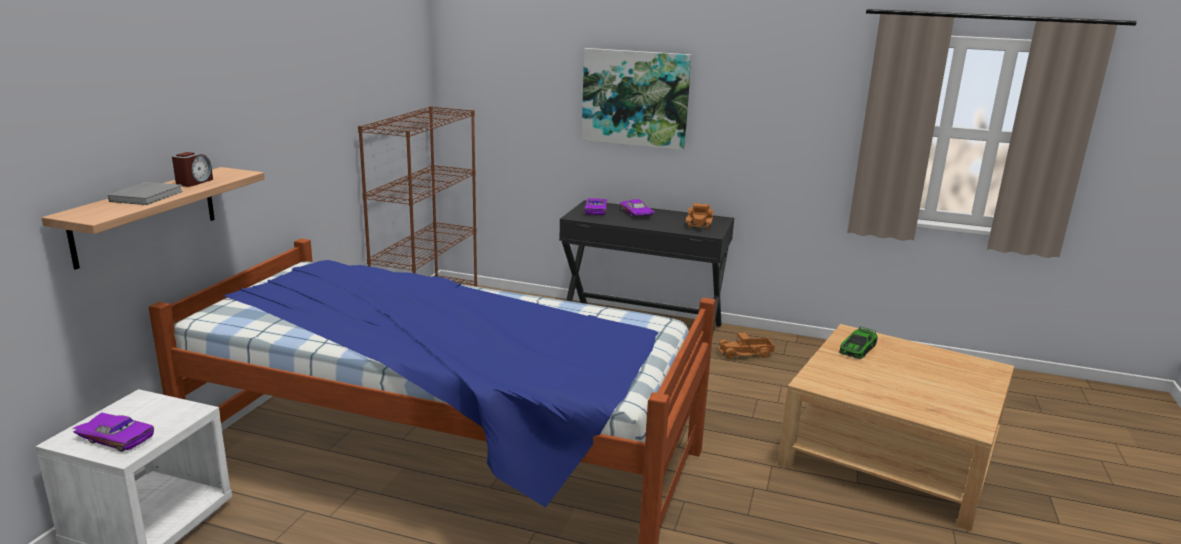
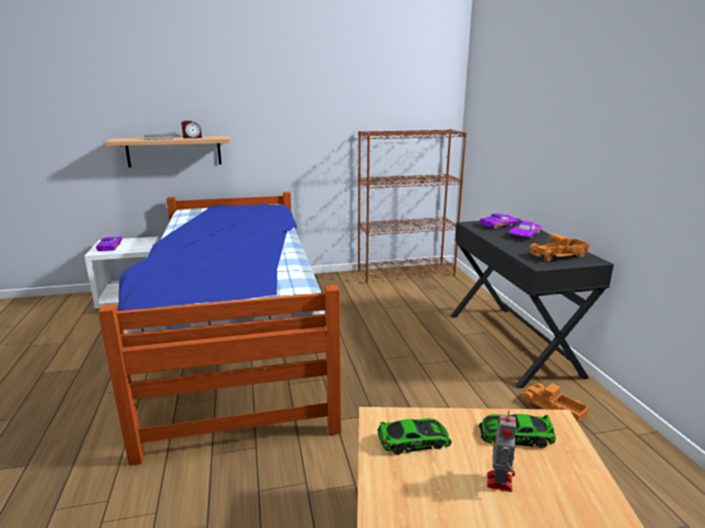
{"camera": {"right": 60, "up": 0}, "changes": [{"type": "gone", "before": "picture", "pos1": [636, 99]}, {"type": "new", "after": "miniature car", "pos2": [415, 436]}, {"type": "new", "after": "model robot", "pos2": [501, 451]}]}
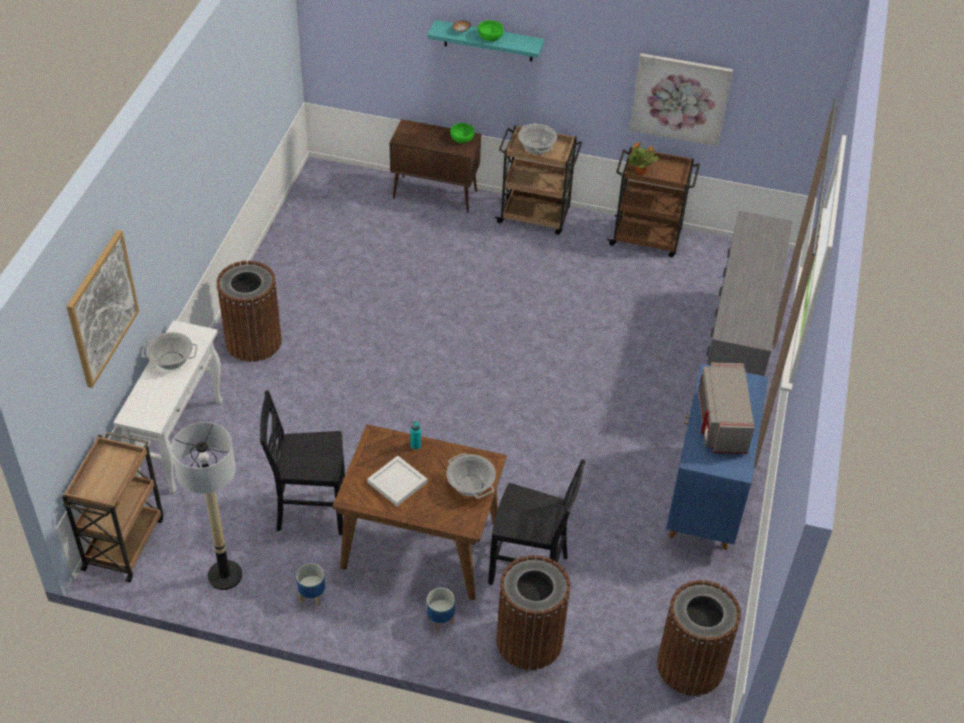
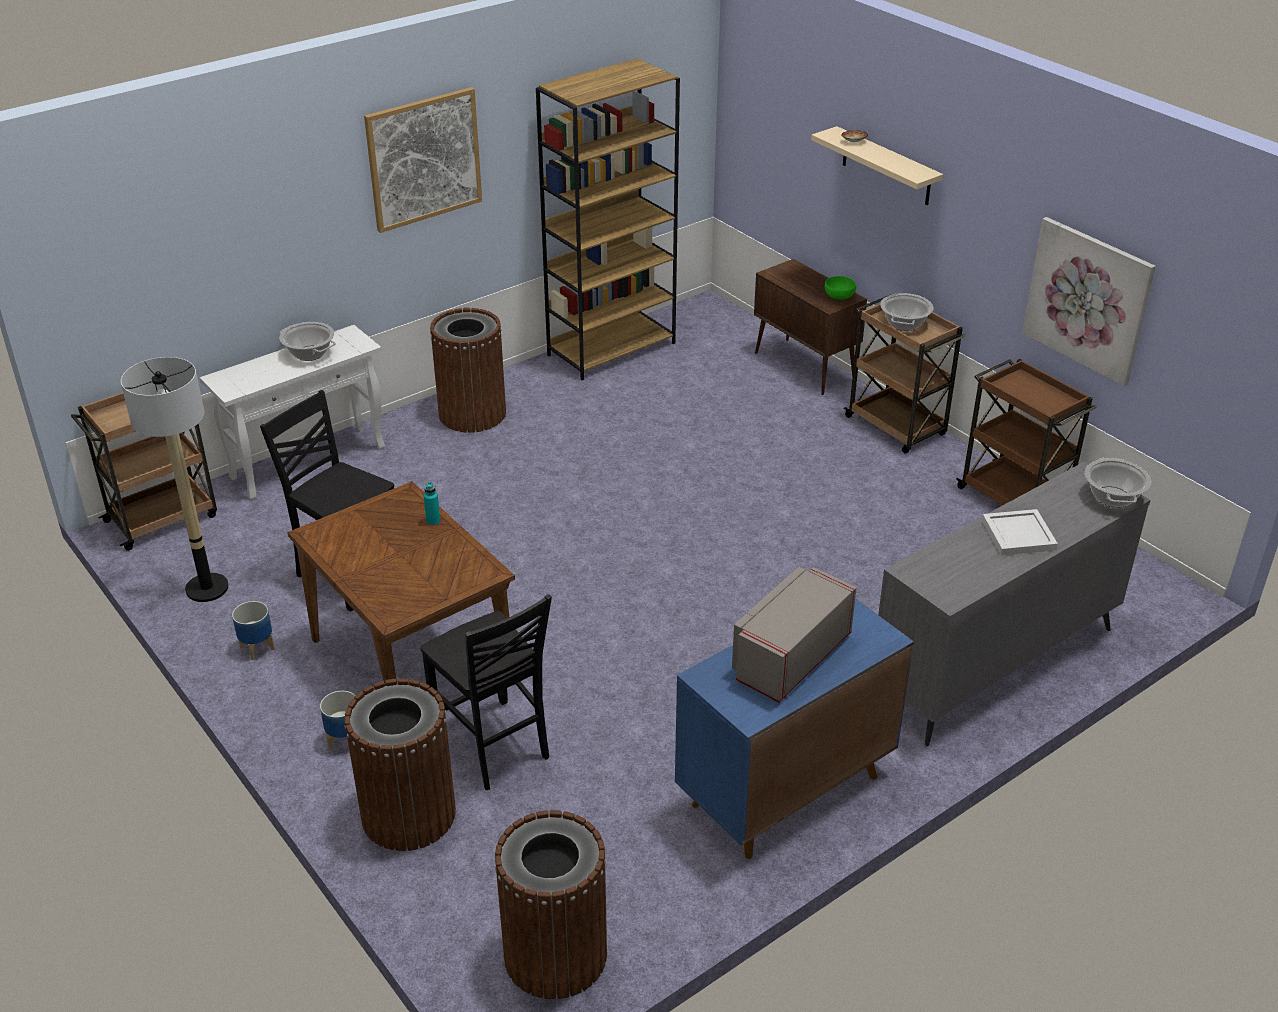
{"camera": {"right": 40, "up": -10}, "changes": [{"type": "gone", "before": "serving bowl (green)", "pos1": [491, 30]}, {"type": "gone", "before": "potted plant", "pos1": [643, 159]}, {"type": "new", "after": "shelving unit (brown-coloured)", "pos2": [608, 219]}, {"type": "shifted", "before": "picture", "pos1": [102, 309], "pos2": [423, 160]}, {"type": "shifted", "before": "carrying tray (white-coloured)", "pos1": [397, 481], "pos2": [1020, 532]}, {"type": "shifted", "before": "saucepot", "pos1": [471, 475], "pos2": [1118, 482]}, {"type": "repainted", "before": "wall shelf (turquoise-coloured)", "after": "wall shelf (beige)", "pos1": [485, 41], "pos2": [877, 165]}]}
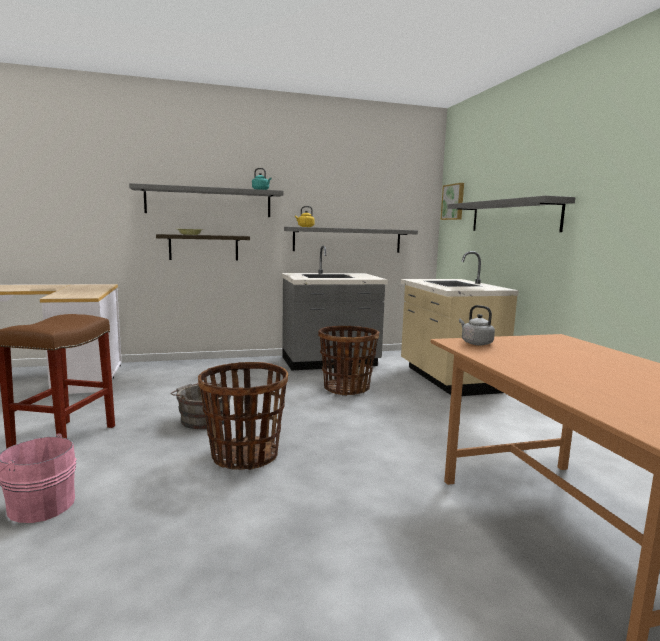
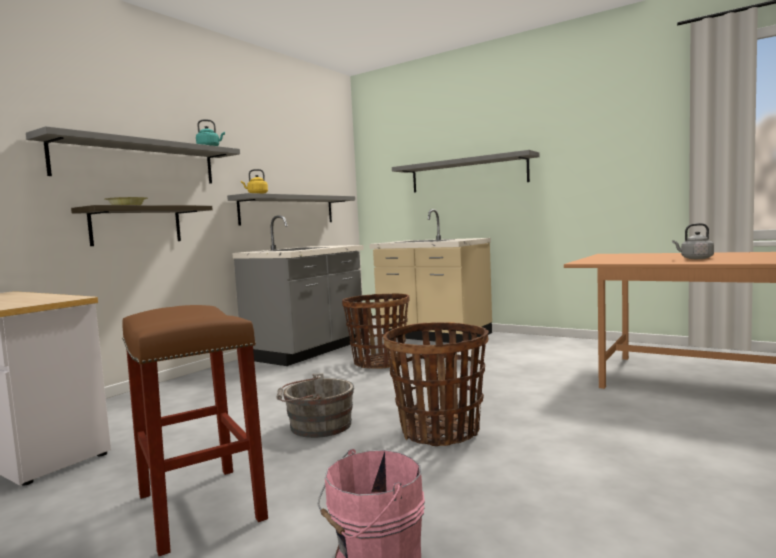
{"camera": {"right": -40, "up": -5}, "changes": [{"type": "gone", "before": "picture", "pos1": [452, 201]}, {"type": "shifted", "before": "water kettle (greyish)", "pos1": [477, 325], "pos2": [693, 241]}]}
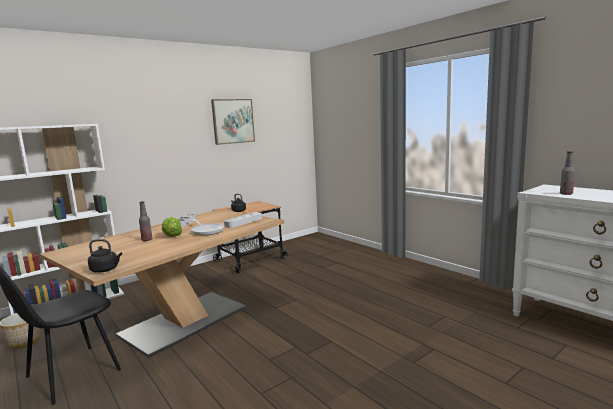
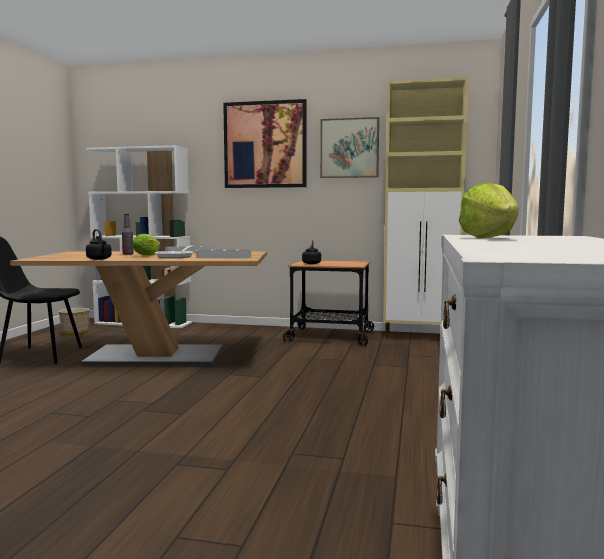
{"camera": {"right": 50, "up": -5}, "changes": [{"type": "new", "after": "picture", "pos2": [265, 143]}, {"type": "new", "after": "storage cabinet (beige)", "pos2": [426, 208]}, {"type": "shifted", "before": "water kettle (black-coloured)", "pos1": [105, 256], "pos2": [99, 244]}, {"type": "swapped", "before": "beverage bottle", "after": "head of lettuce", "pos1": [567, 173], "pos2": [489, 210]}]}
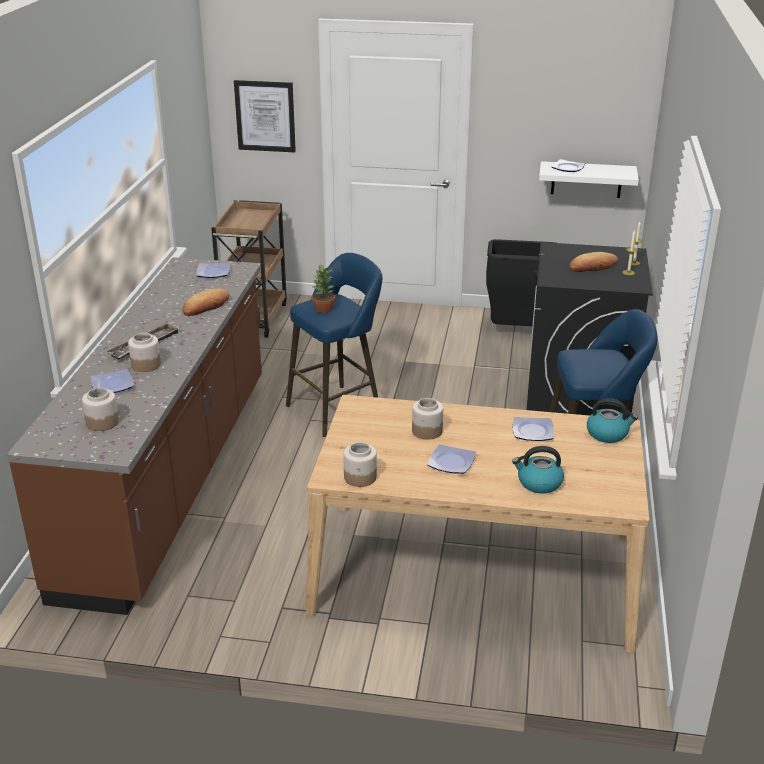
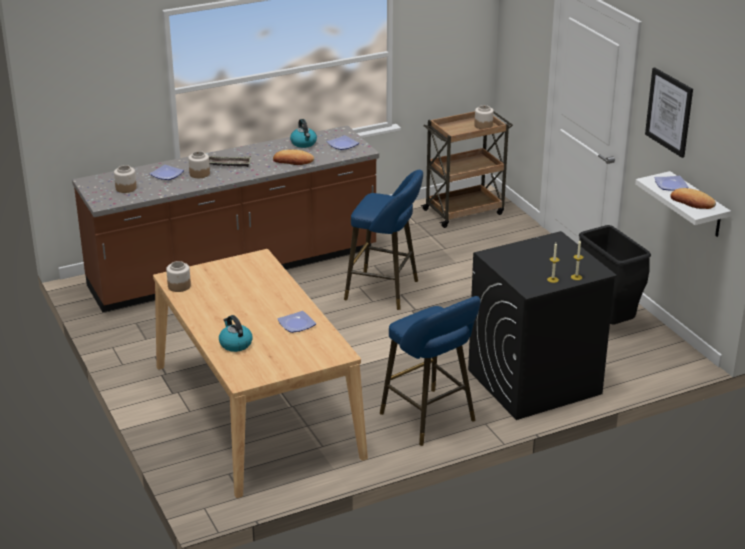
{"camera": {"right": 55, "up": 0}, "changes": [{"type": "gone", "before": "potted plant", "pos1": [323, 288]}, {"type": "gone", "before": "flat dish", "pos1": [451, 459]}, {"type": "shifted", "before": "picture", "pos1": [265, 116], "pos2": [669, 113]}, {"type": "shifted", "before": "storage jar", "pos1": [427, 419], "pos2": [484, 117]}, {"type": "shifted", "before": "baked bread", "pos1": [594, 262], "pos2": [693, 198]}, {"type": "shifted", "before": "water kettle", "pos1": [612, 420], "pos2": [303, 133]}]}
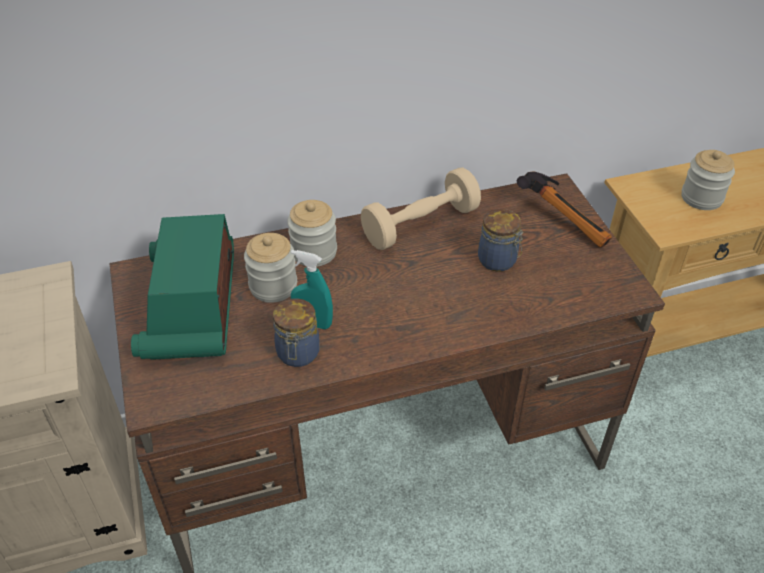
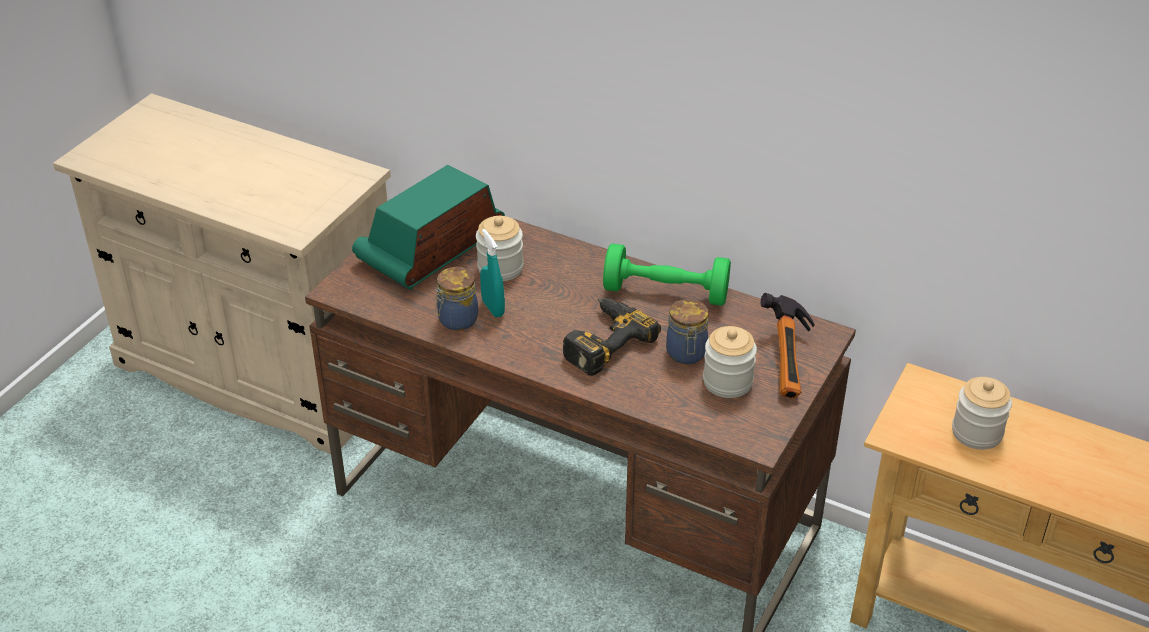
{"camera": {"right": 45, "up": -5}, "changes": [{"type": "new", "after": "power drill", "pos2": [612, 337]}, {"type": "shifted", "before": "storage jar", "pos1": [312, 233], "pos2": [730, 362]}, {"type": "repainted", "before": "hand weight (beige)", "after": "hand weight (green)", "pos1": [421, 209], "pos2": [667, 275]}]}
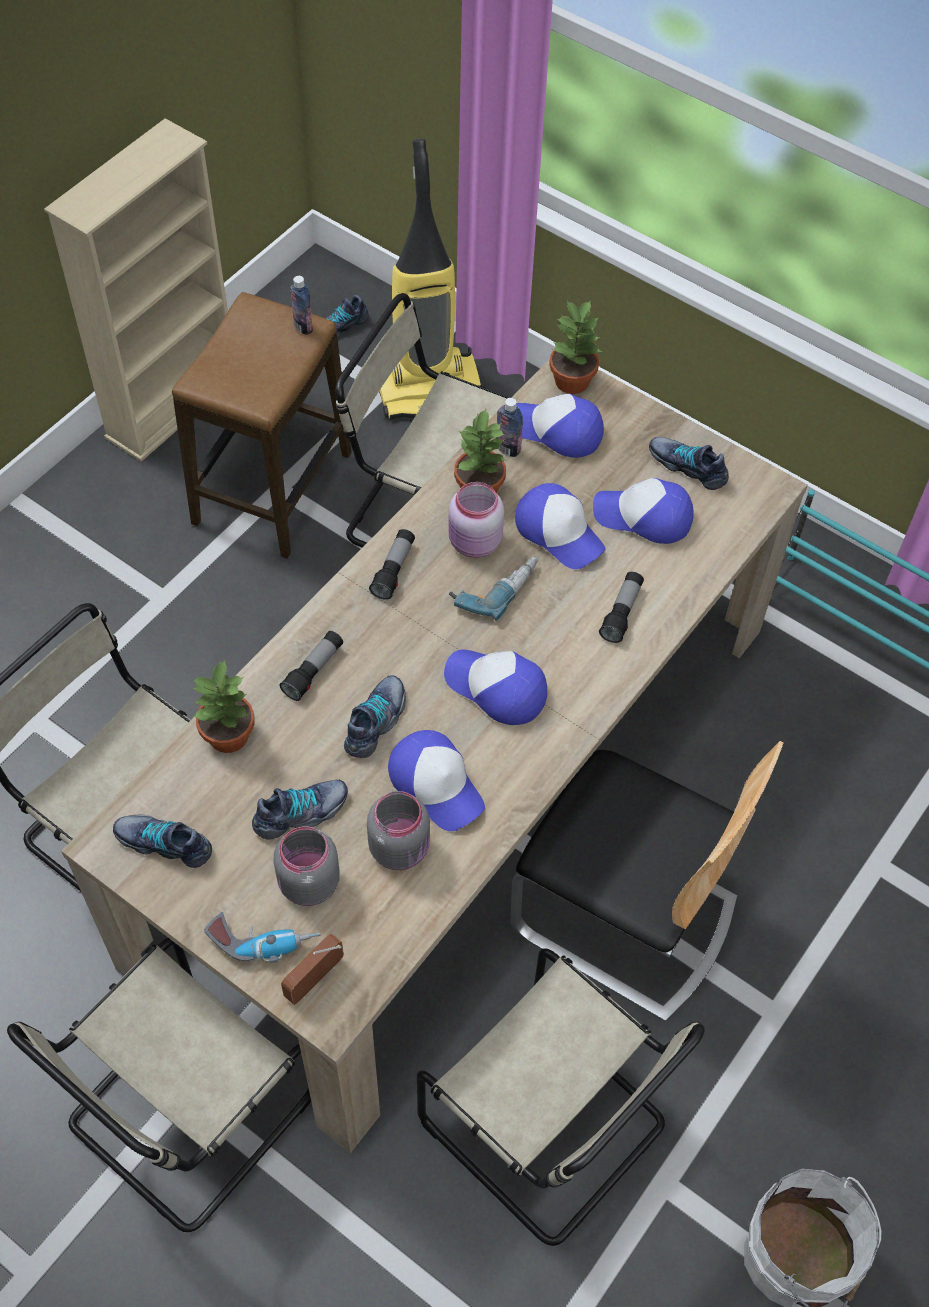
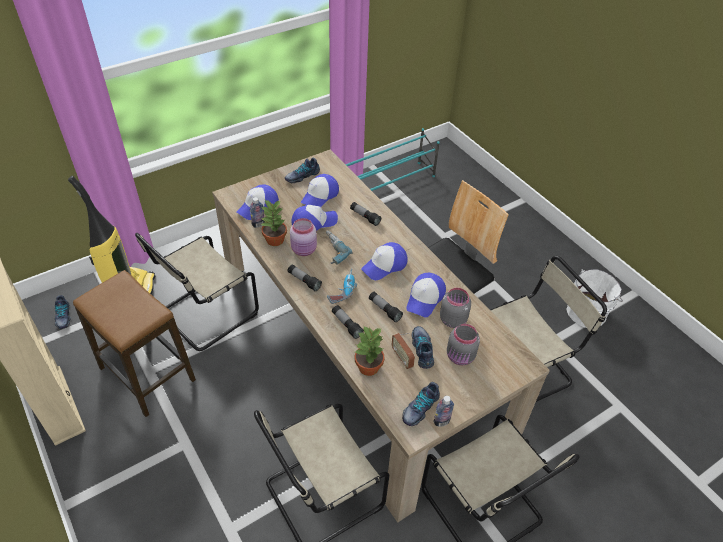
{"camera": {"right": -70, "up": -10}, "changes": [{"type": "gone", "before": "potted plant", "pos1": [575, 347]}, {"type": "shifted", "before": "power drill", "pos1": [262, 937], "pos2": [342, 286]}, {"type": "shifted", "before": "radio set", "pos1": [312, 969], "pos2": [403, 351]}, {"type": "shifted", "before": "beverage bottle", "pos1": [301, 305], "pos2": [443, 411]}, {"type": "swapped", "before": "shoe", "after": "flashlight", "pos1": [375, 716], "pos2": [386, 307]}, {"type": "rotated", "before": "cap", "pos1": [436, 780], "pos2": [426, 295], "turn": 135}]}
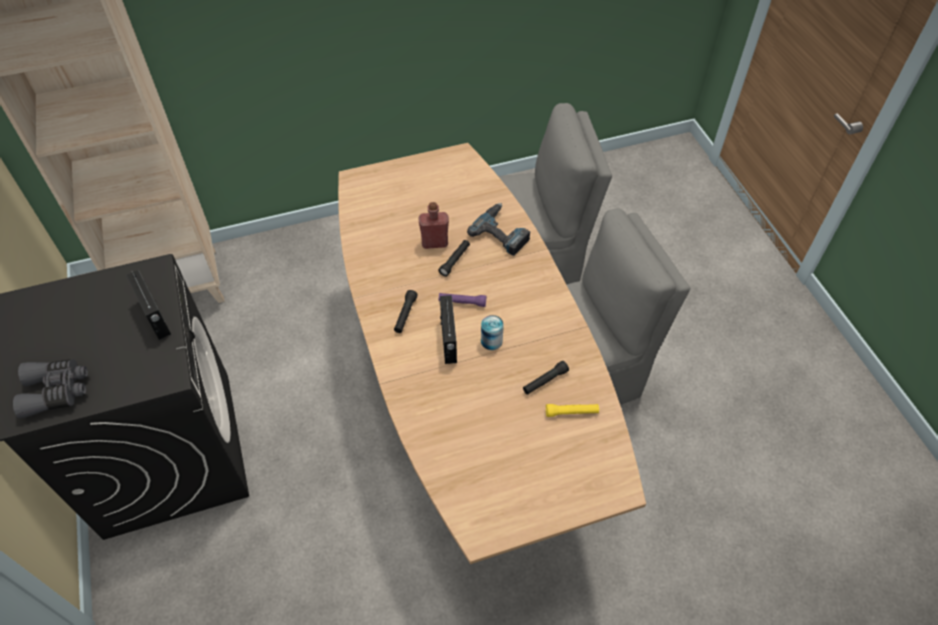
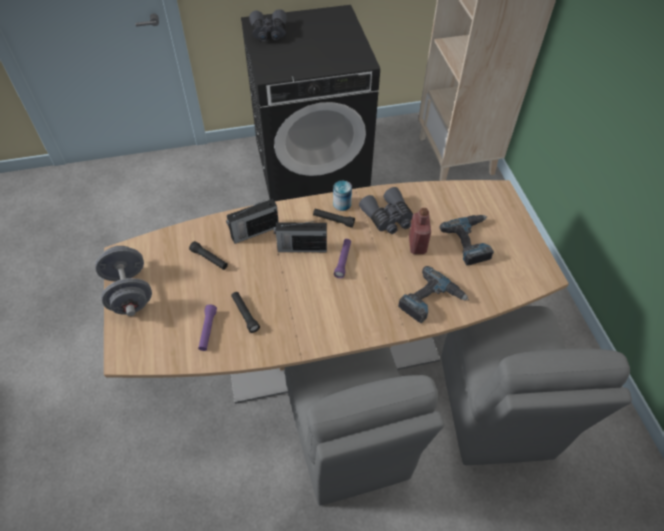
{"camera": {"right": 95, "up": 0}, "changes": [{"type": "new", "after": "hand weight (greyish)", "pos2": [123, 281]}, {"type": "new", "after": "field glasses (greyish)", "pos2": [386, 210]}, {"type": "new", "after": "power drill", "pos2": [467, 240]}, {"type": "shifted", "before": "radio set", "pos1": [148, 305], "pos2": [252, 221]}, {"type": "shifted", "before": "flashlight (black-coloured)", "pos1": [454, 258], "pos2": [208, 255]}, {"type": "shifted", "before": "metal can", "pos1": [492, 332], "pos2": [342, 196]}, {"type": "repainted", "before": "flashlight (yellow-coloured)", "after": "flashlight (purple)", "pos1": [572, 410], "pos2": [207, 327]}]}
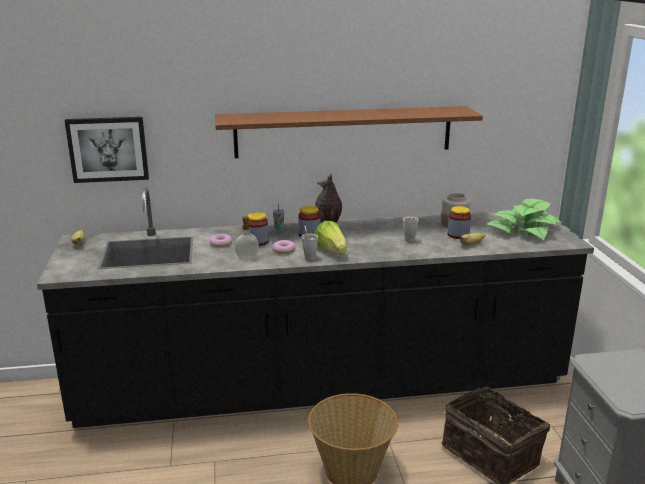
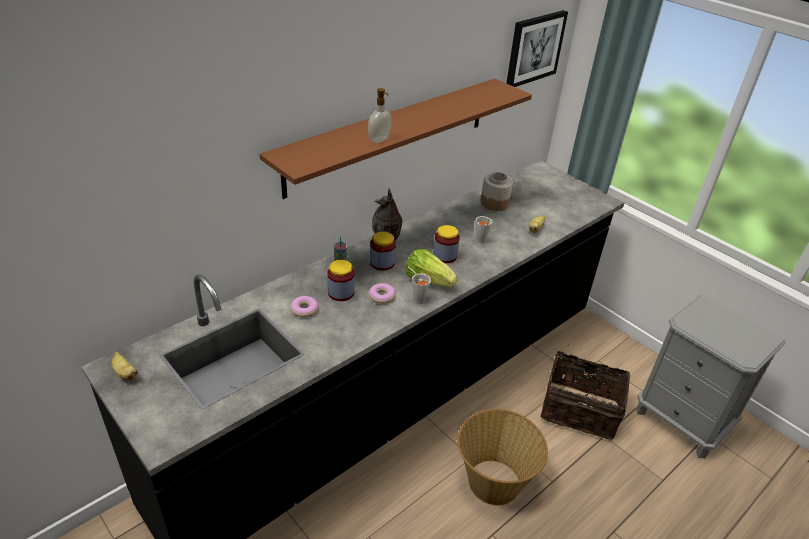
{"camera": {"right": -35, "up": 15}, "changes": [{"type": "gone", "before": "potted plant", "pos1": [524, 219]}, {"type": "shifted", "before": "picture", "pos1": [106, 150], "pos2": [537, 48]}, {"type": "shifted", "before": "liquid soap bottle", "pos1": [247, 238], "pos2": [380, 115]}, {"type": "shifted", "before": "storage jar", "pos1": [459, 222], "pos2": [446, 244]}]}
